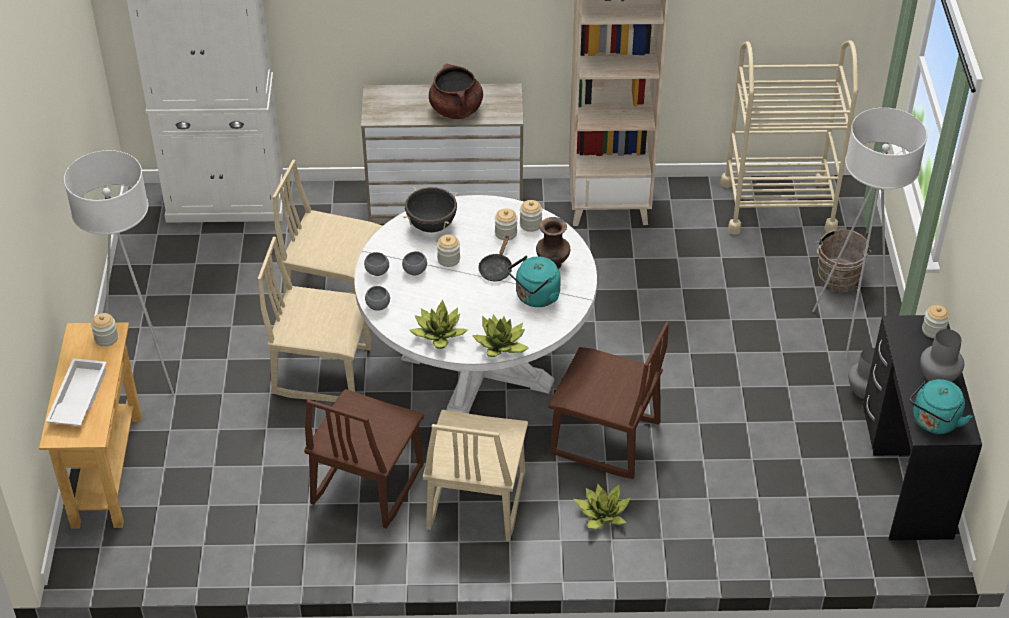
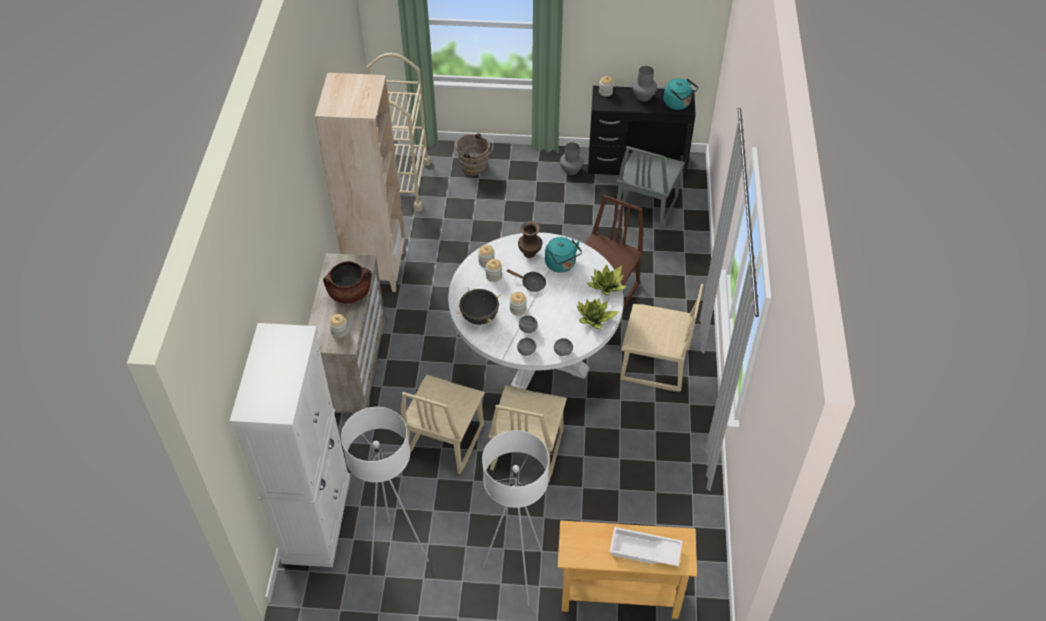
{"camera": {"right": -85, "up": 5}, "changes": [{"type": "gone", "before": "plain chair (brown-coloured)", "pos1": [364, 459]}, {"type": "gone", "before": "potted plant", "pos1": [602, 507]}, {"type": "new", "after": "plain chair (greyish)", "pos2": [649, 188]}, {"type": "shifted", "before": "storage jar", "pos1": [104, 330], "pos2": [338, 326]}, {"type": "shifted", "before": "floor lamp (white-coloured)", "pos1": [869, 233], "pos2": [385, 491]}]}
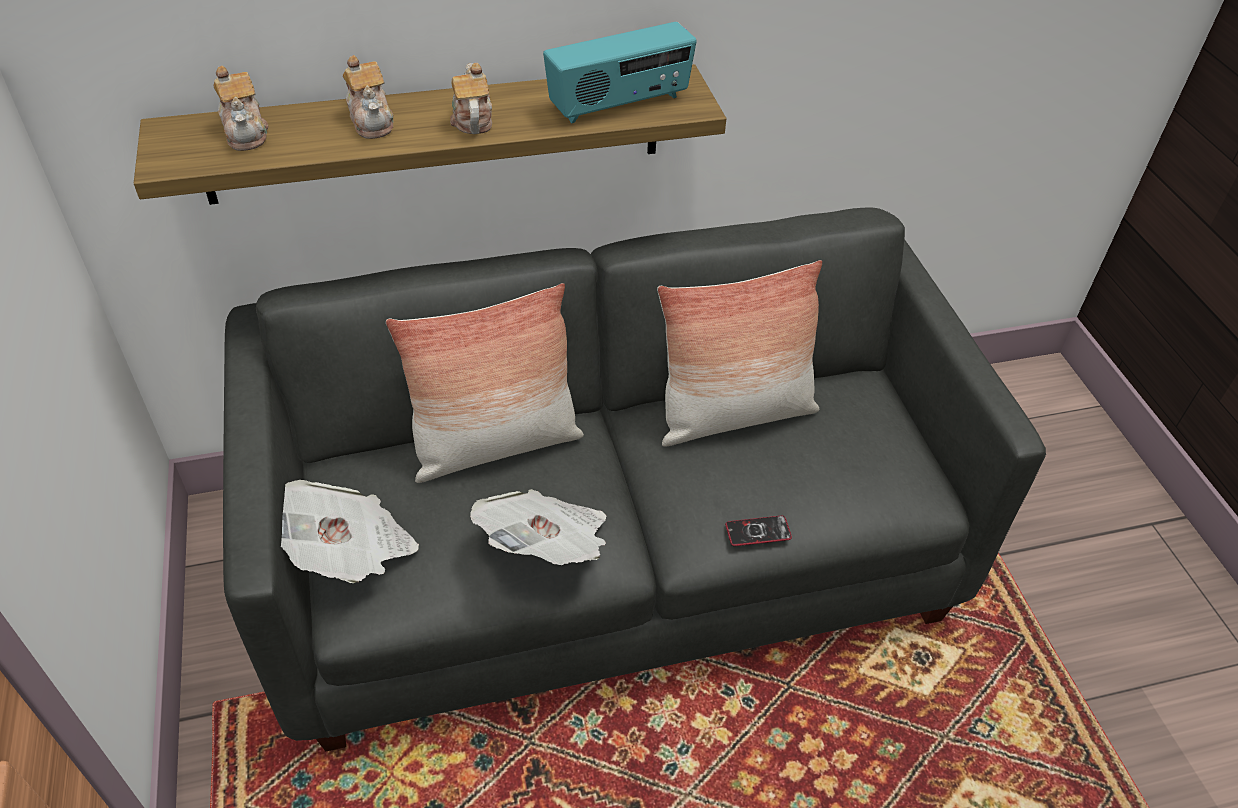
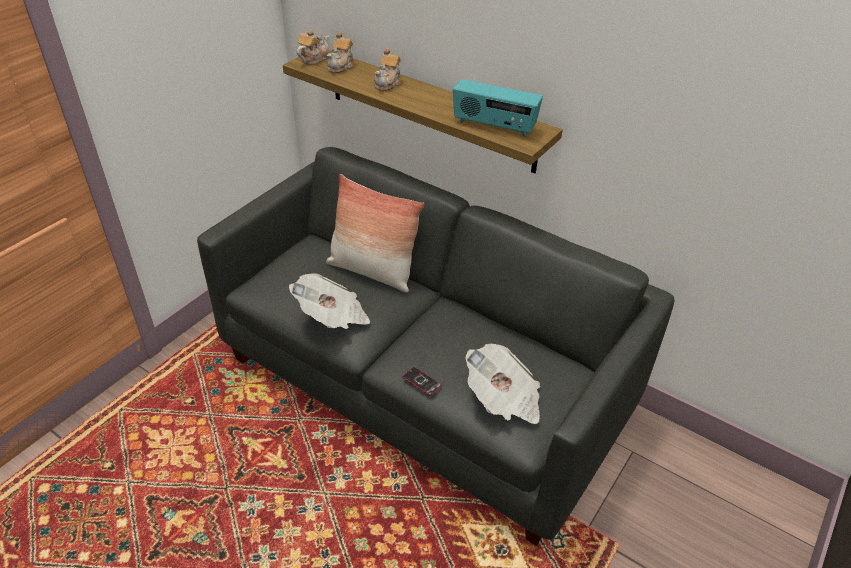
{"camera": {"right": 50, "up": -5}, "changes": [{"type": "gone", "before": "throw pillow", "pos1": [739, 353]}, {"type": "shifted", "before": "newspaper", "pos1": [350, 531], "pos2": [503, 384]}, {"type": "shifted", "before": "tea pot", "pos1": [471, 98], "pos2": [313, 47]}]}
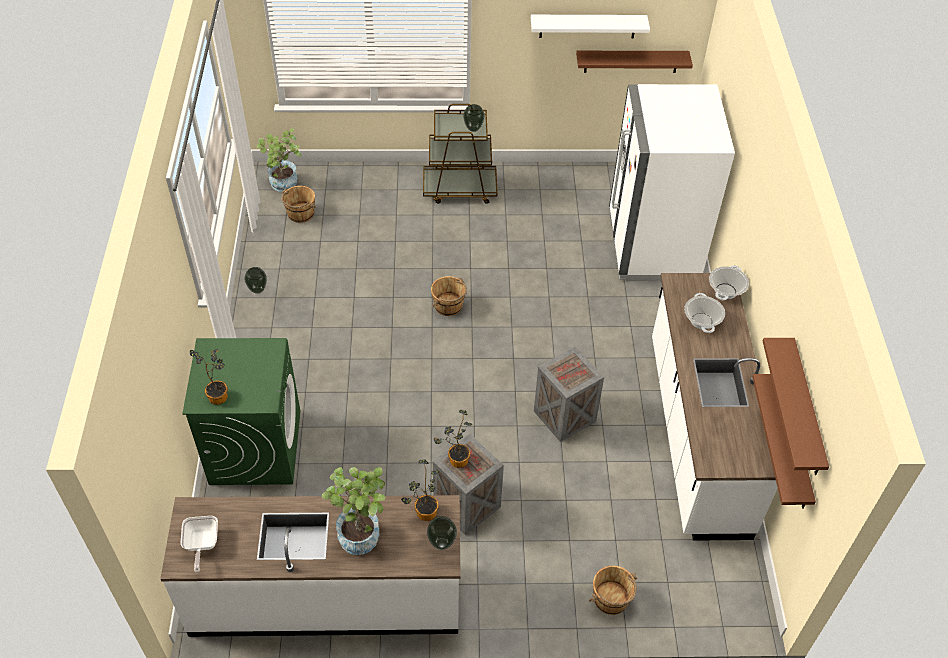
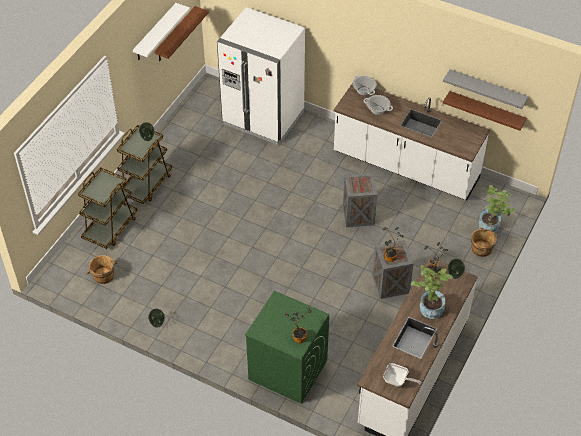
{"camera": {"right": -60, "up": 0}, "changes": [{"type": "gone", "before": "pail (brown-coloured)", "pos1": [449, 296]}, {"type": "new", "after": "trolley (brown-coloured)", "pos2": [107, 208]}, {"type": "shifted", "before": "potted plant", "pos1": [279, 160], "pos2": [497, 209]}, {"type": "repainted", "before": "wall shelf (brown-coloured)", "after": "wall shelf (greyish)", "pos1": [796, 406], "pos2": [485, 89]}]}
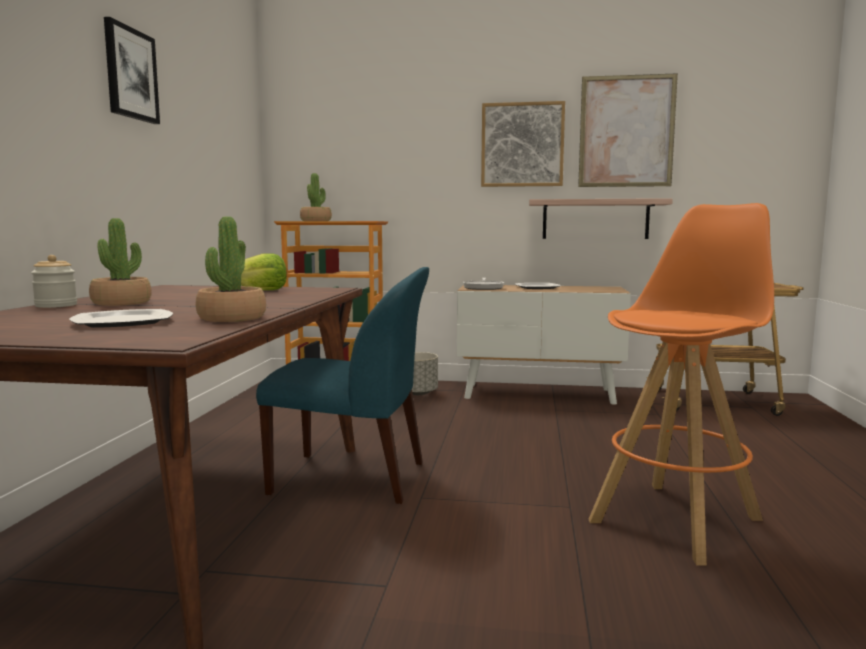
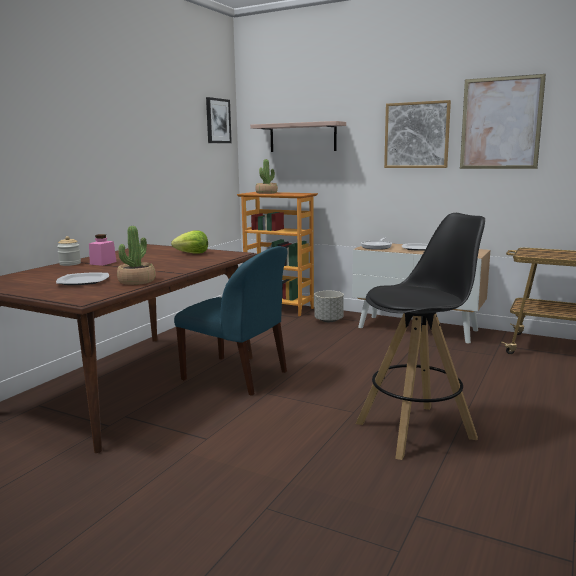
{"camera": {"right": 20, "up": 5}, "changes": [{"type": "shifted", "before": "picture", "pos1": [132, 70], "pos2": [219, 120]}, {"type": "shifted", "before": "wall shelf", "pos1": [601, 218], "pos2": [298, 136]}, {"type": "swapped", "before": "potted plant", "after": "storage jar (pinkish)", "pos1": [120, 262], "pos2": [103, 250]}, {"type": "repainted", "before": "stool (orange)", "after": "stool (black-coloured)", "pos1": [681, 384], "pos2": [420, 336]}]}
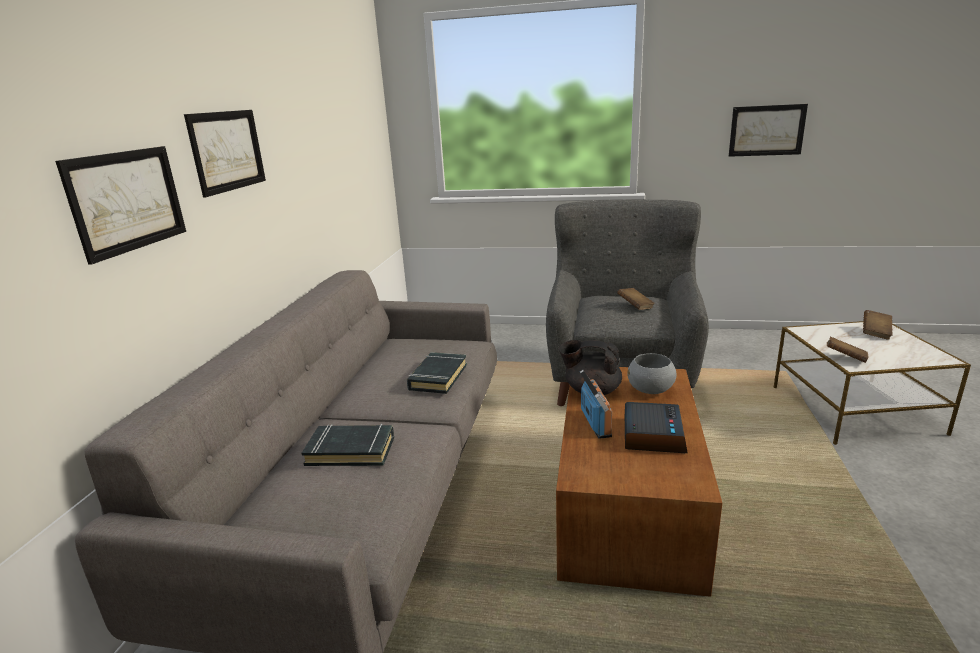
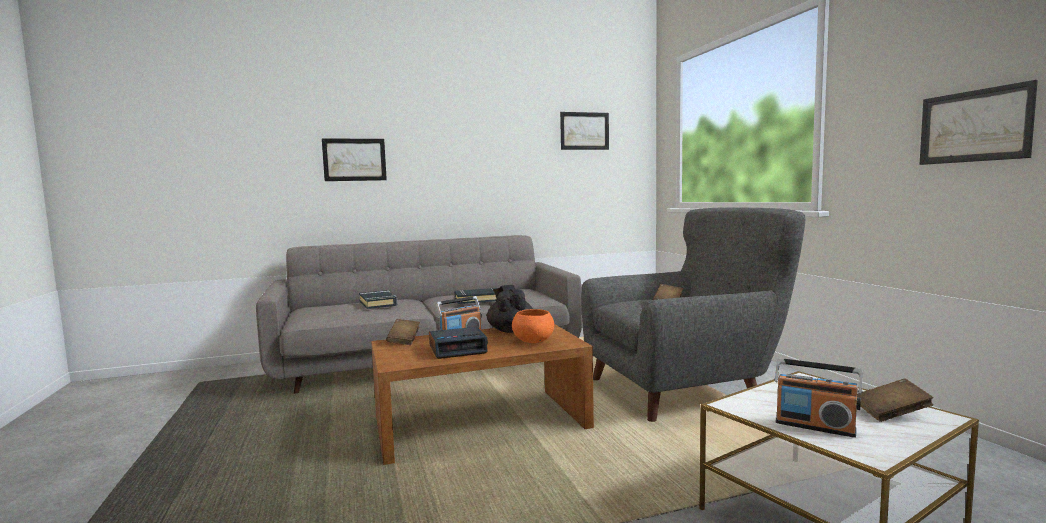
{"camera": {"right": 60, "up": -15}, "changes": [{"type": "new", "after": "radio set", "pos2": [818, 398]}, {"type": "shifted", "before": "picture", "pos1": [225, 153], "pos2": [584, 131]}, {"type": "shifted", "before": "volume (brown-coloured)", "pos1": [848, 349], "pos2": [403, 332]}, {"type": "repainted", "before": "serving bowl (greyish)", "after": "serving bowl (orange)", "pos1": [651, 373], "pos2": [533, 326]}]}
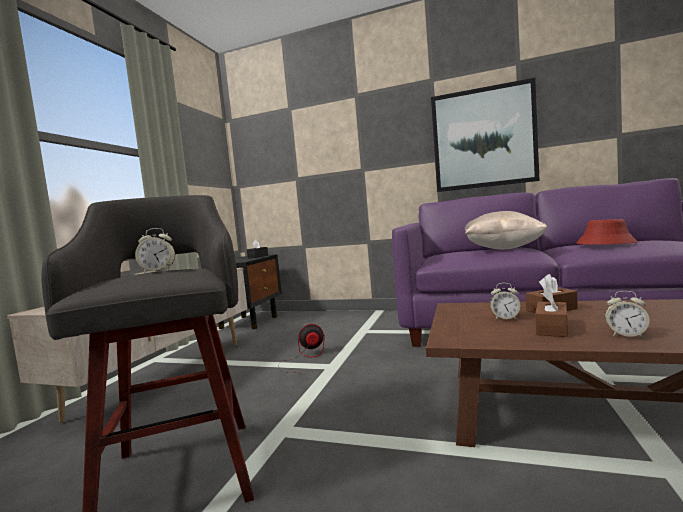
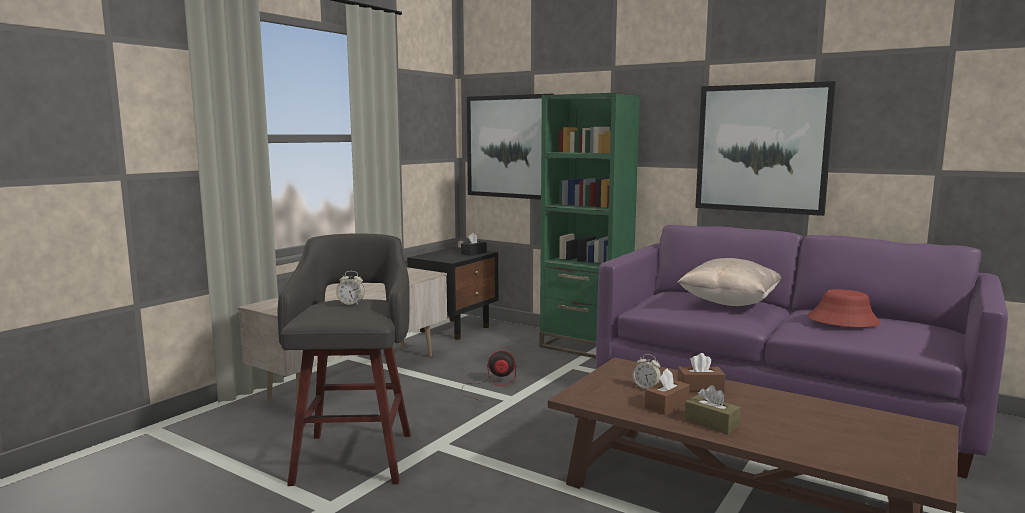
{"camera": {"right": 15, "up": 5}, "changes": [{"type": "new", "after": "picture", "pos2": [510, 147]}, {"type": "new", "after": "shelving unit (green)", "pos2": [589, 225]}, {"type": "swapped", "before": "table clock", "after": "tissue holder (brown-coloured)", "pos1": [627, 314], "pos2": [712, 409]}]}
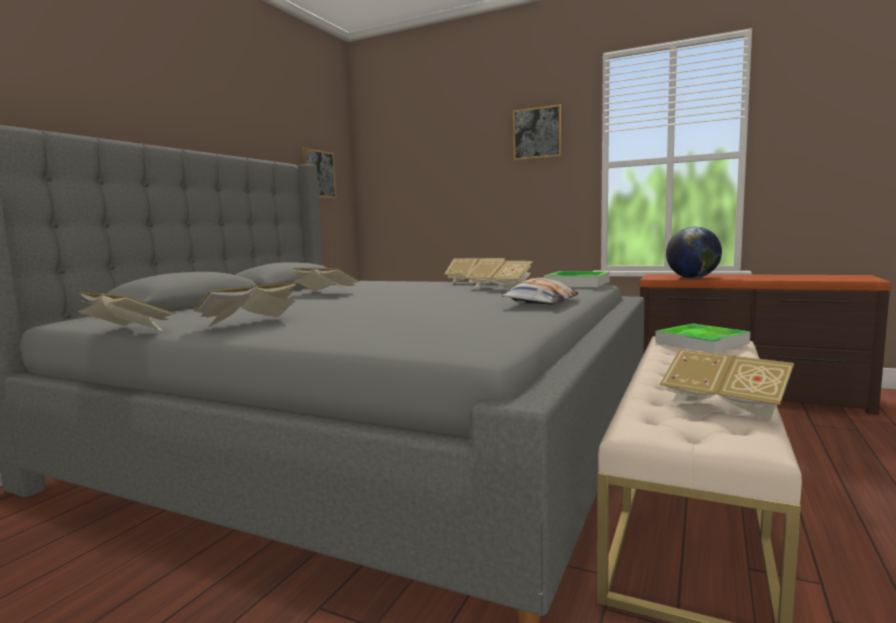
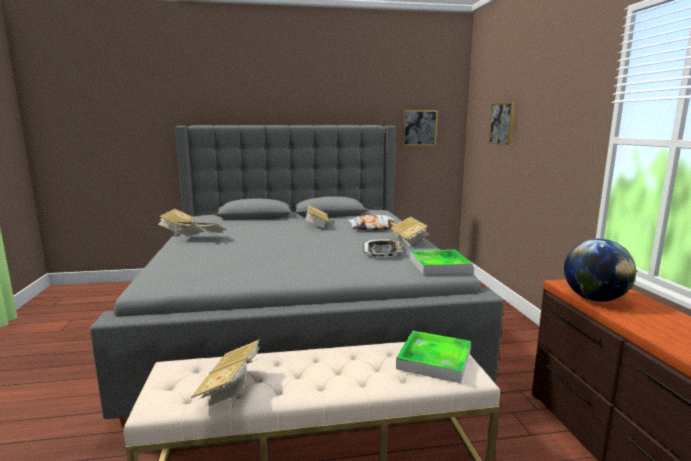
{"camera": {"right": 55, "up": 5}, "changes": [{"type": "shifted", "before": "throw pillow", "pos1": [540, 291], "pos2": [372, 222]}, {"type": "shifted", "before": "picture", "pos1": [537, 132], "pos2": [502, 123]}, {"type": "swapped", "before": "volume", "after": "carrying tray", "pos1": [498, 274], "pos2": [383, 247]}]}
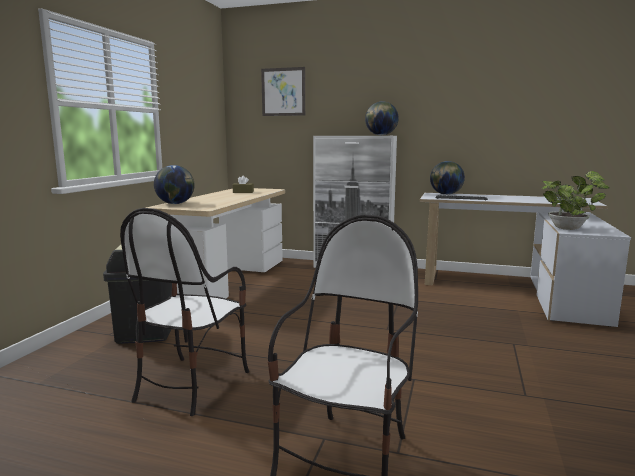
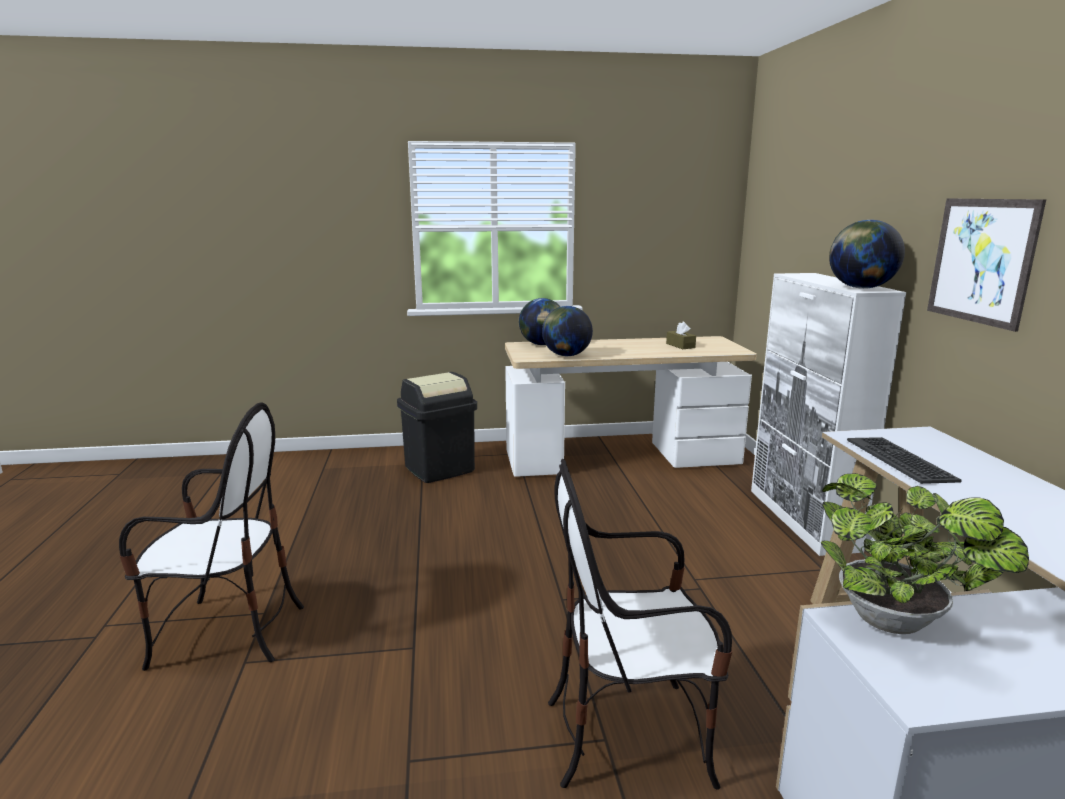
{"camera": {"right": 65, "up": 5}, "changes": [{"type": "shifted", "before": "plain chair", "pos1": [184, 312], "pos2": [640, 624]}, {"type": "shifted", "before": "picture", "pos1": [283, 91], "pos2": [986, 265]}, {"type": "shifted", "before": "desk globe", "pos1": [447, 178], "pos2": [567, 331]}]}
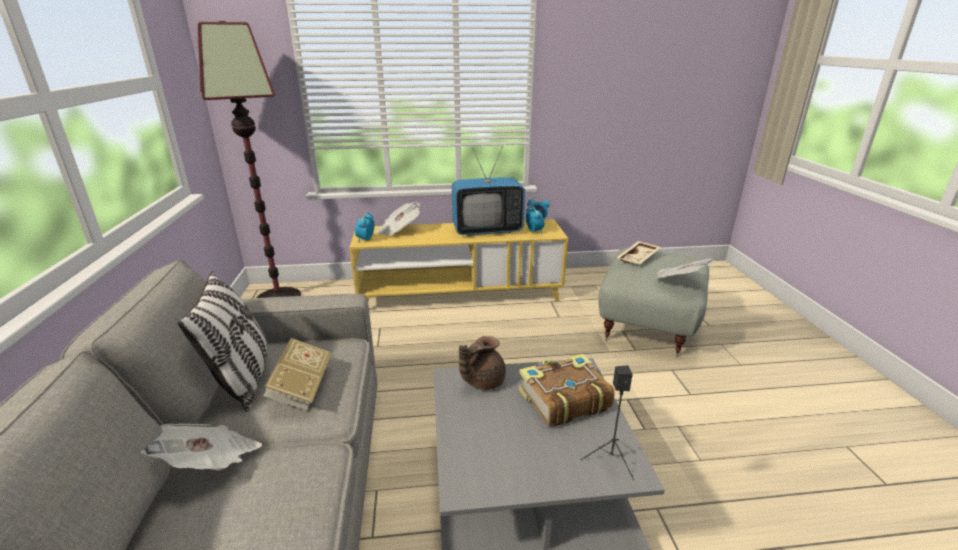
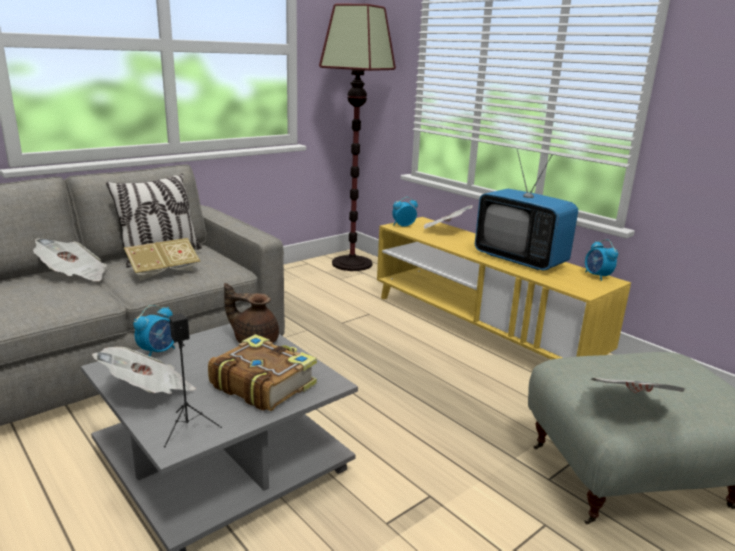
{"camera": {"right": 55, "up": -5}, "changes": [{"type": "gone", "before": "carrying tray (beige)", "pos1": [639, 252]}, {"type": "new", "after": "newspaper", "pos2": [144, 370]}, {"type": "shifted", "before": "table clock", "pos1": [535, 219], "pos2": [154, 331]}]}
